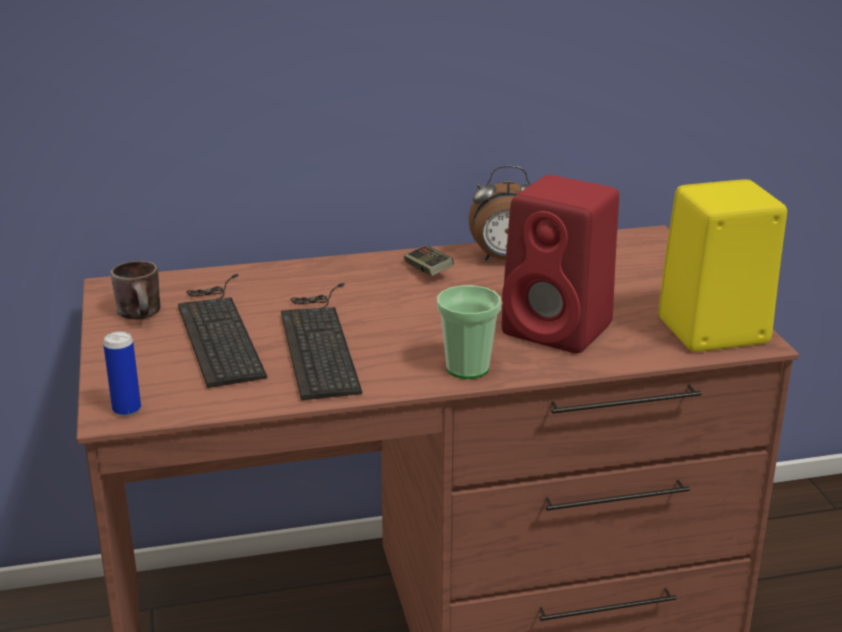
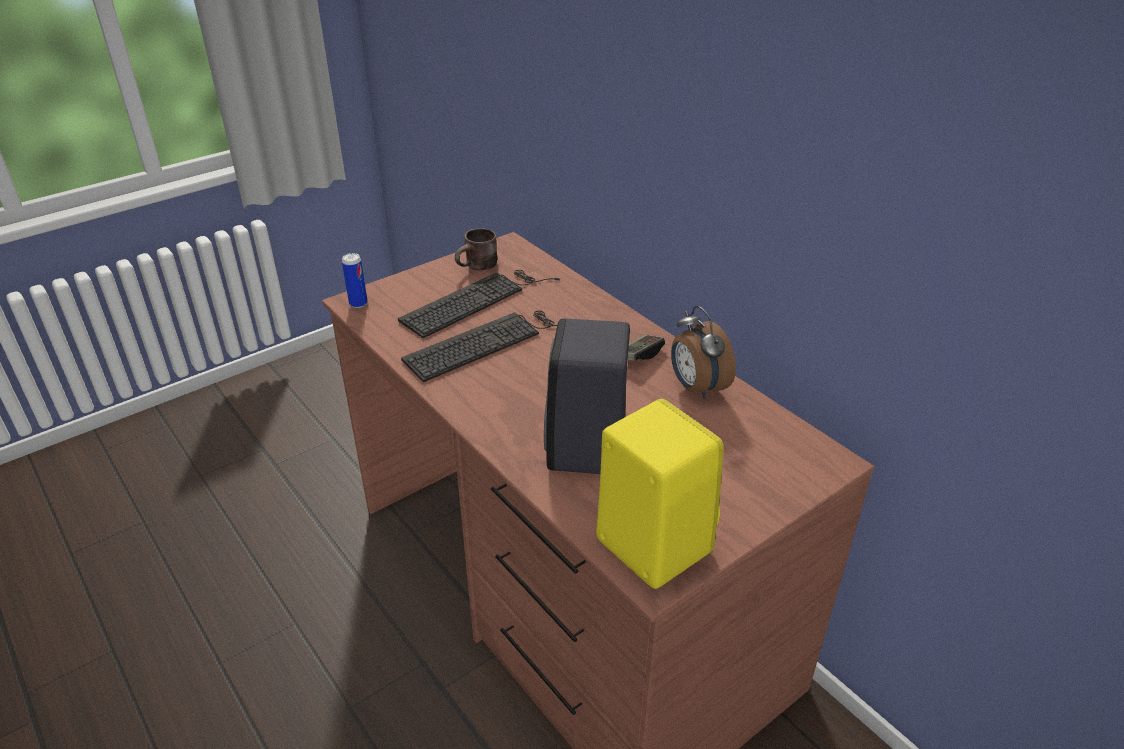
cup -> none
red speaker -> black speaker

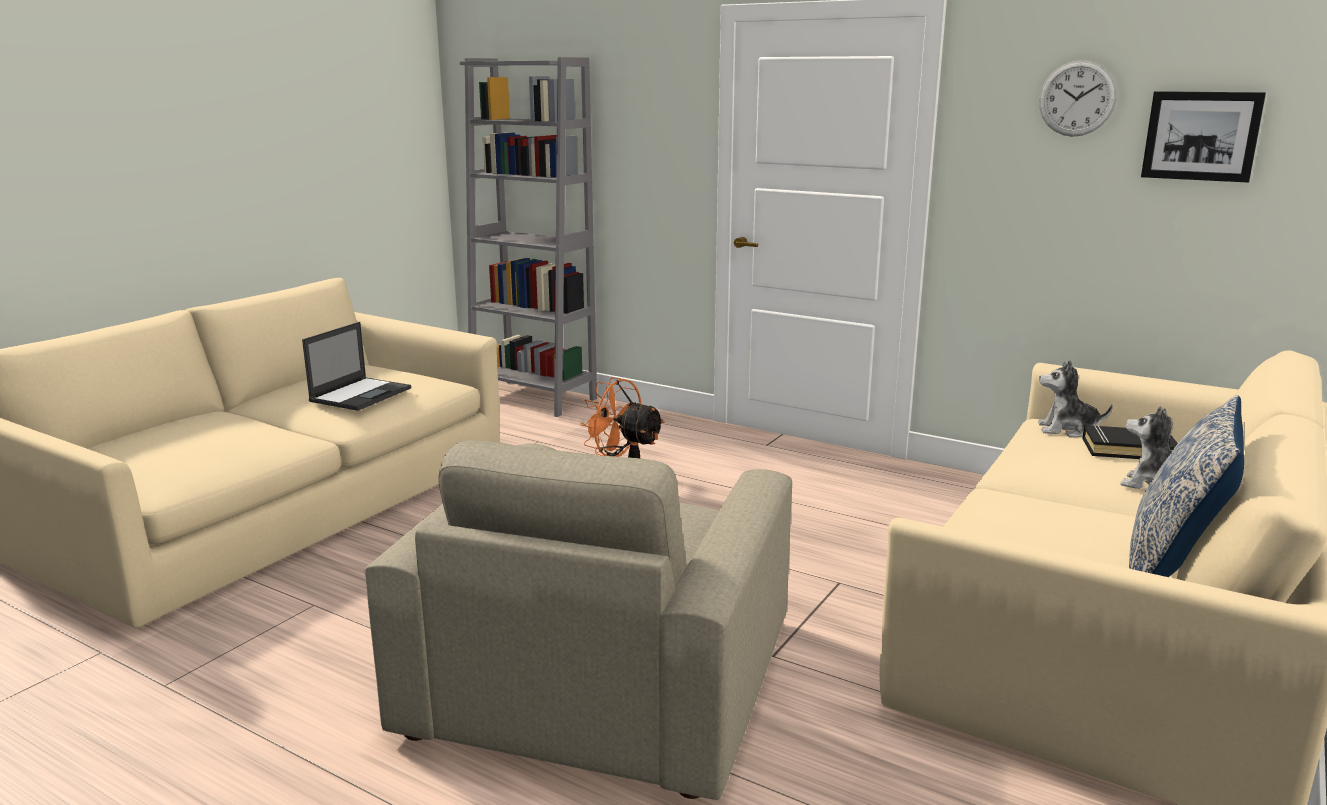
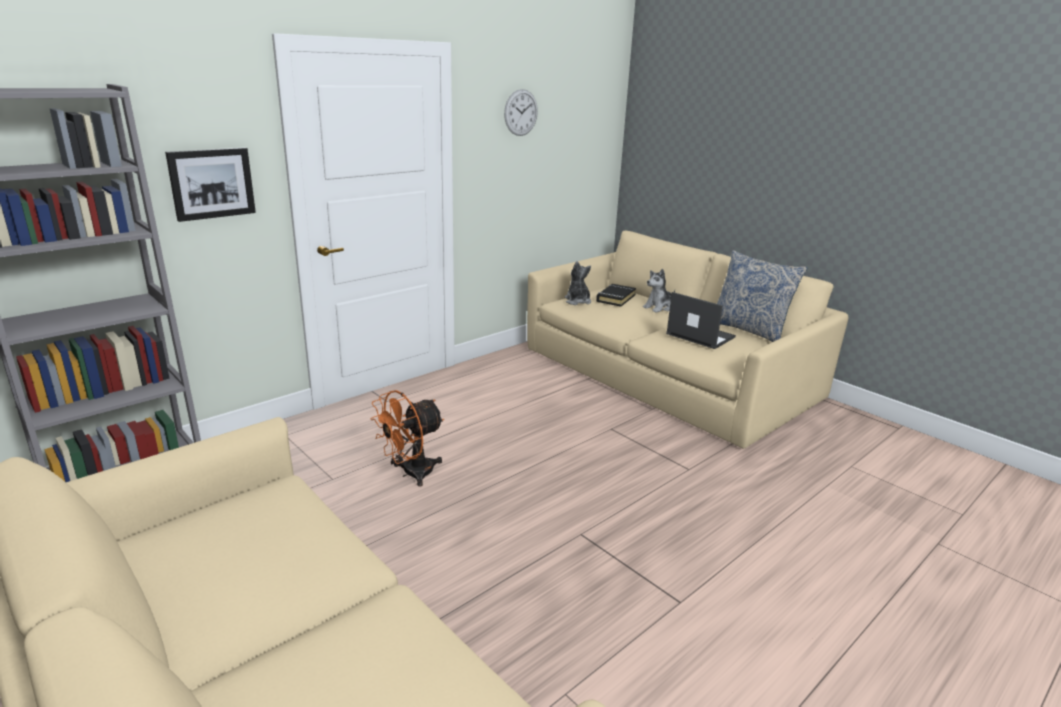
beige armchair -> none
laptop, shifted
picture, shifted
plush toy (no. 1 from left), 135 degrees clockwise

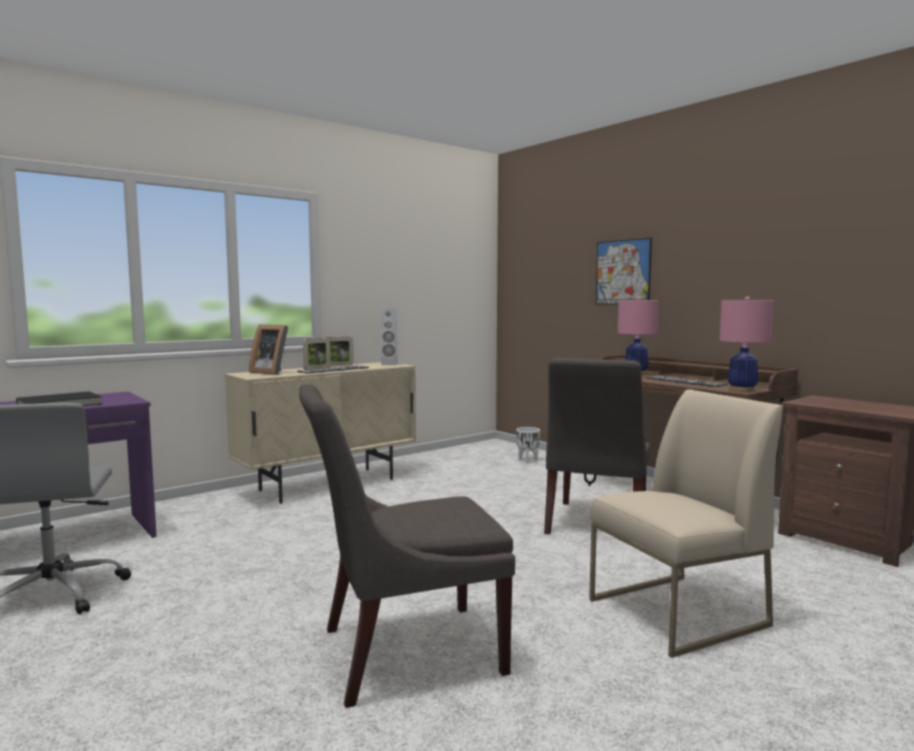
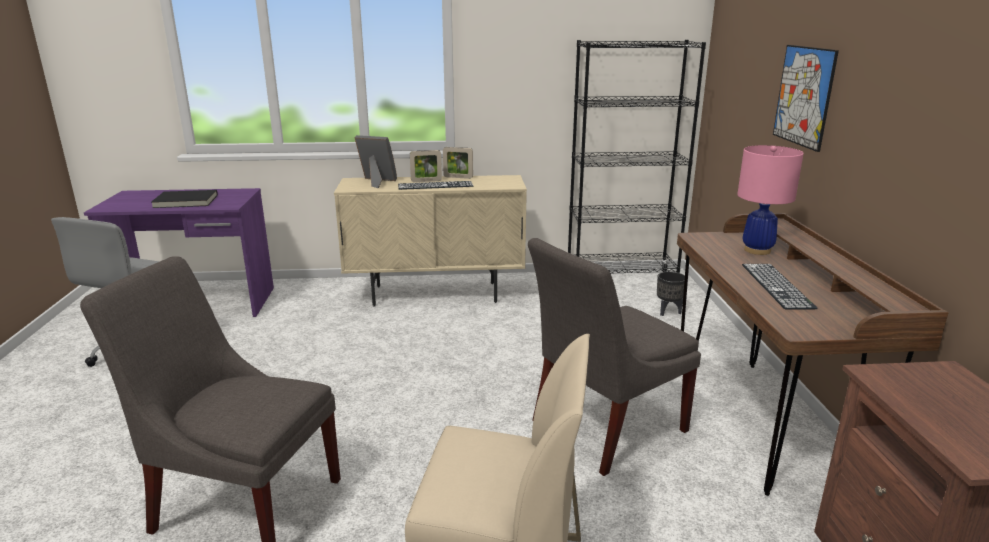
white speaker -> none
pink table lamp (no. 2 from left) -> none
none -> black bookcase
white planter -> black planter
picture frame (no. 1 from left), 135 degrees clockwise

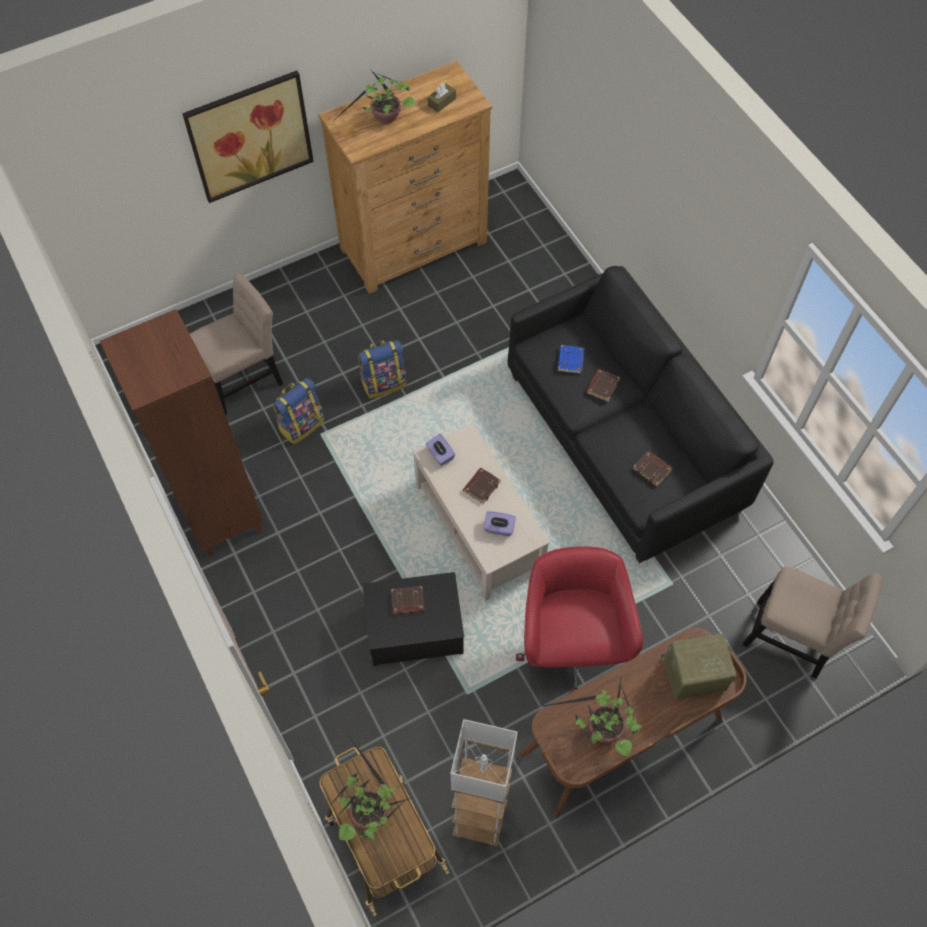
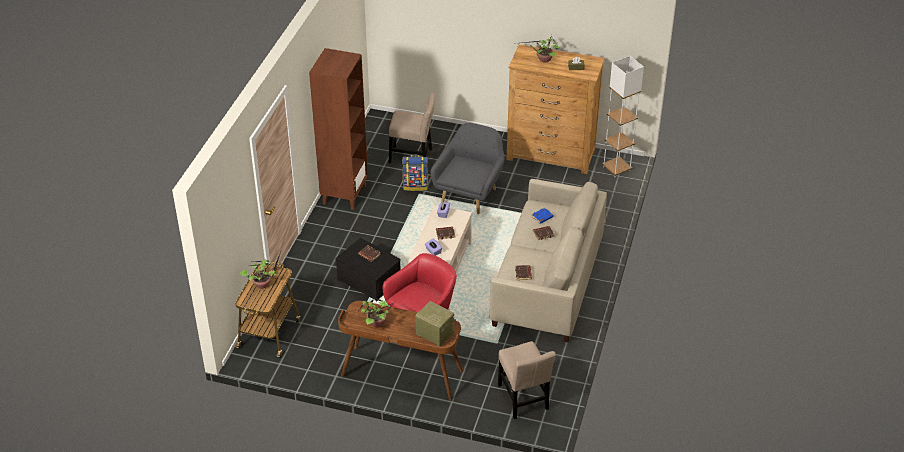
picture -> none
white floor lamp, shifted
backpack (no. 2 from left) -> grey armchair
black sofa -> beige sofa

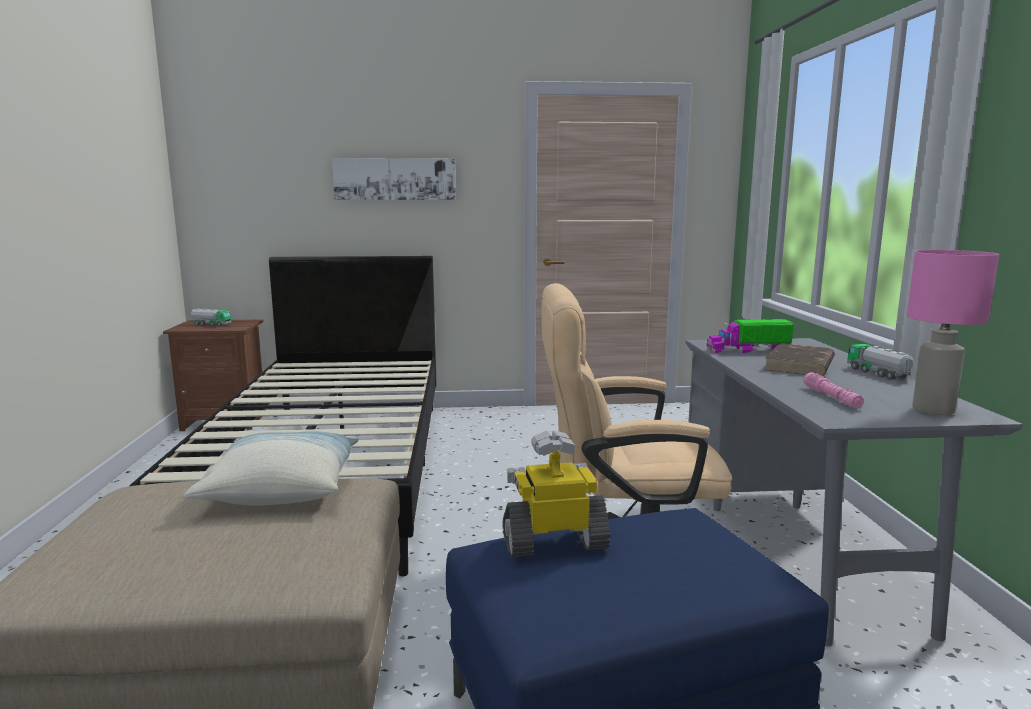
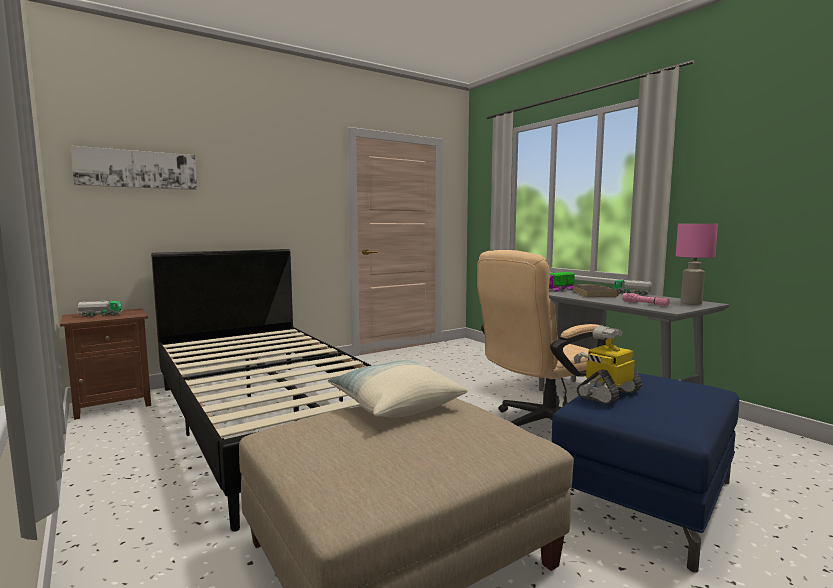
picture, shifted

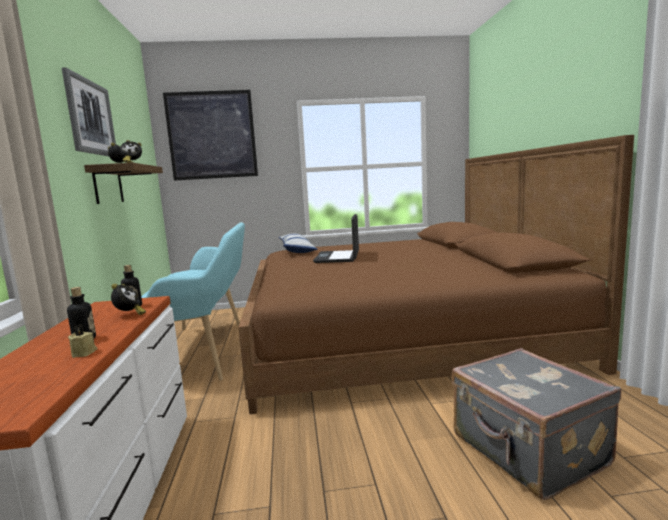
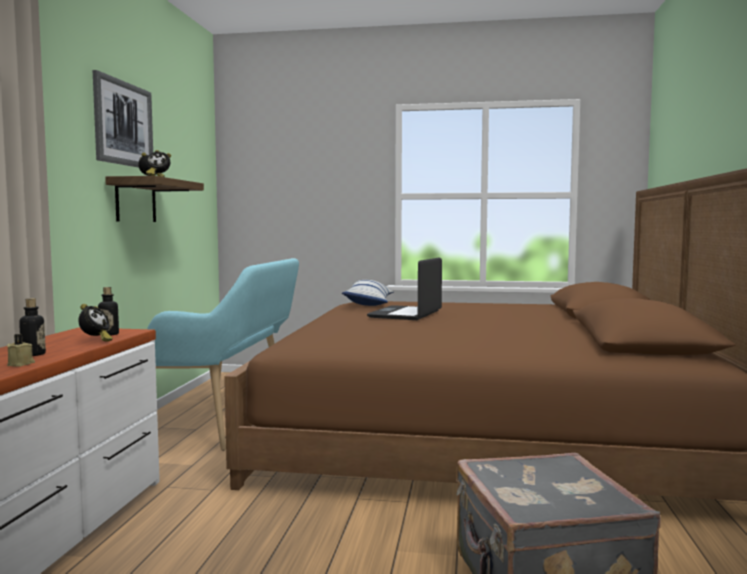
picture (no. 2 from left) -> none

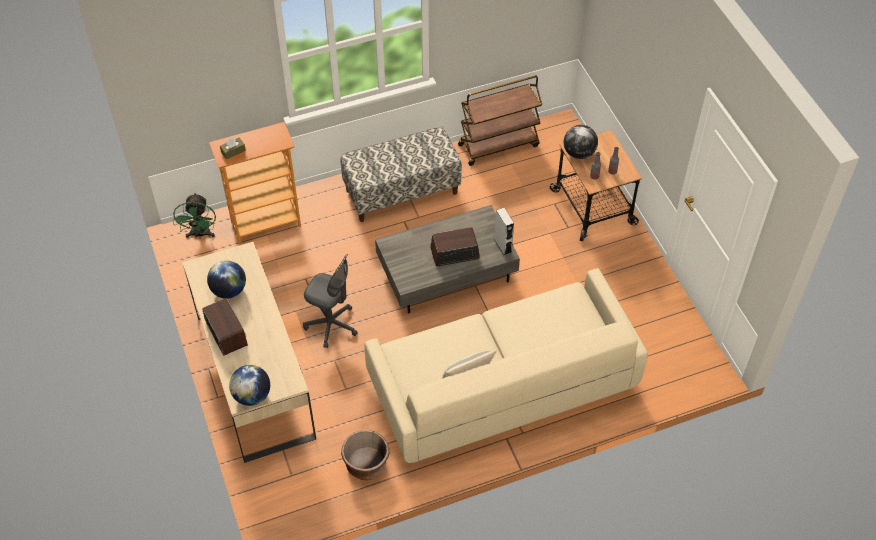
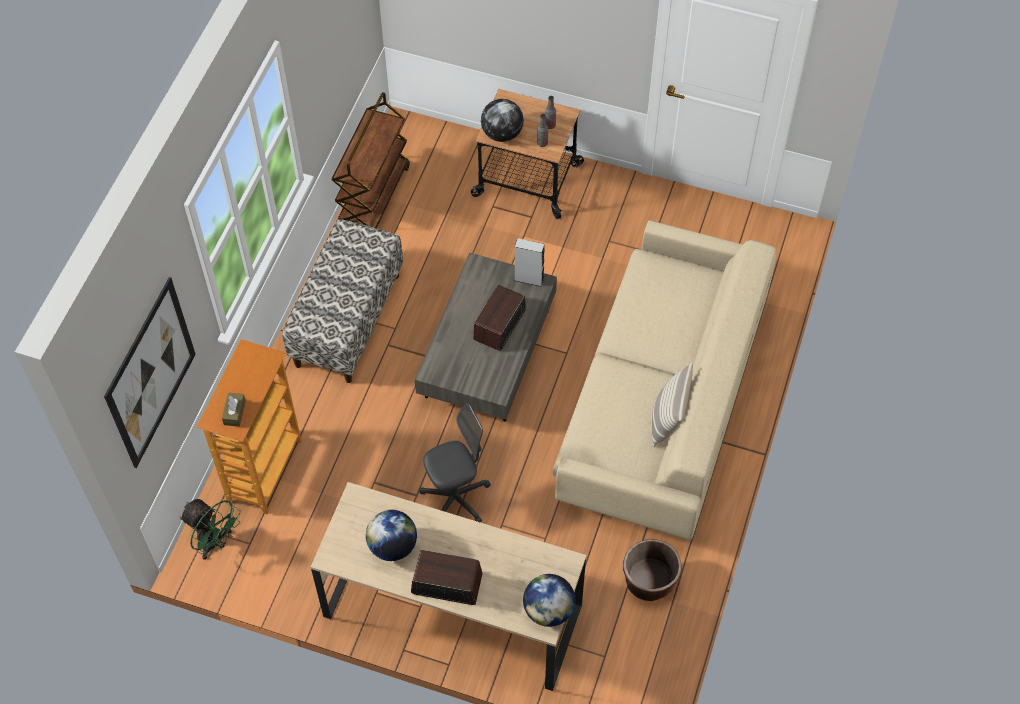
none -> picture

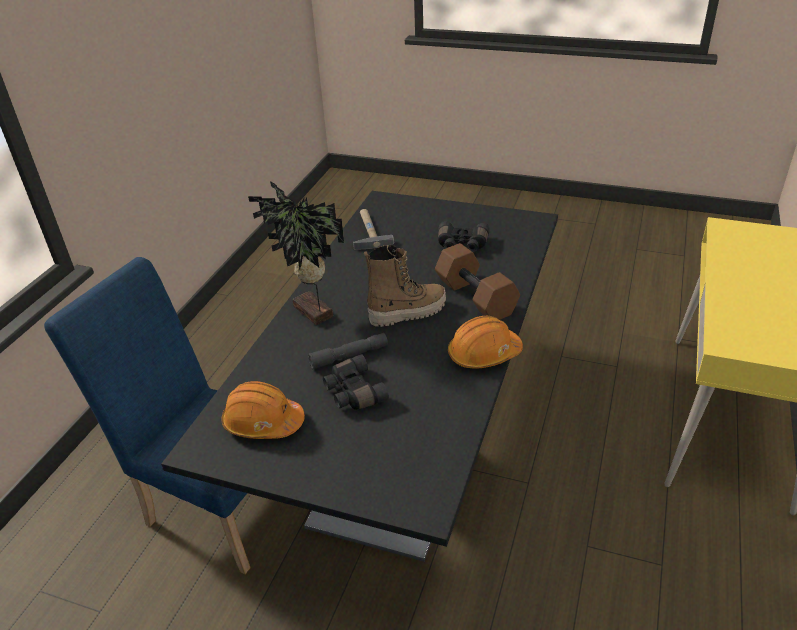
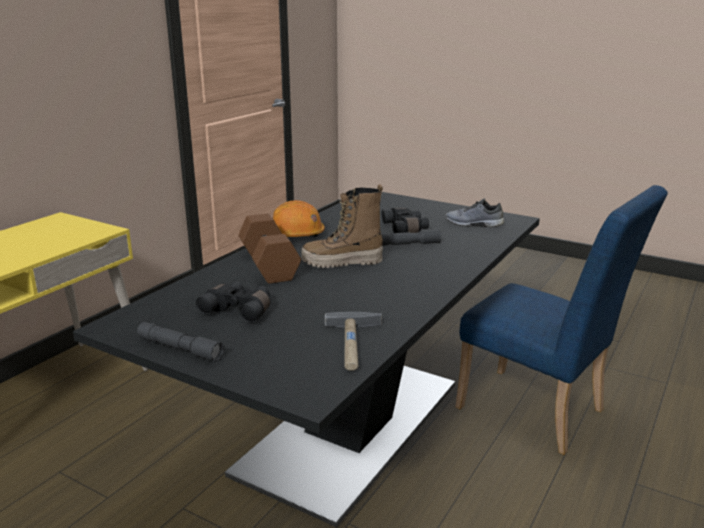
potted plant -> none
none -> grey flashlight (no. 1 from left)
orange hard hat (no. 1 from left) -> grey shoe

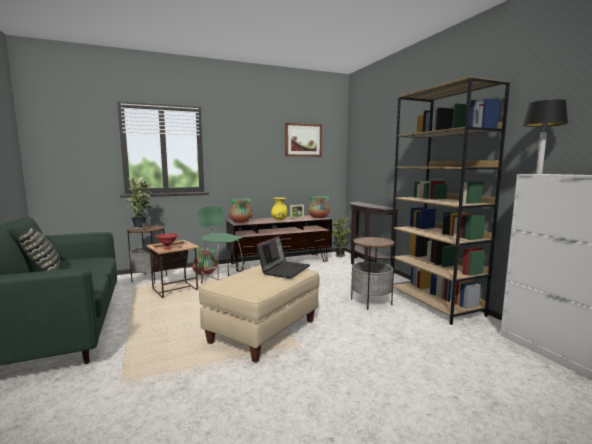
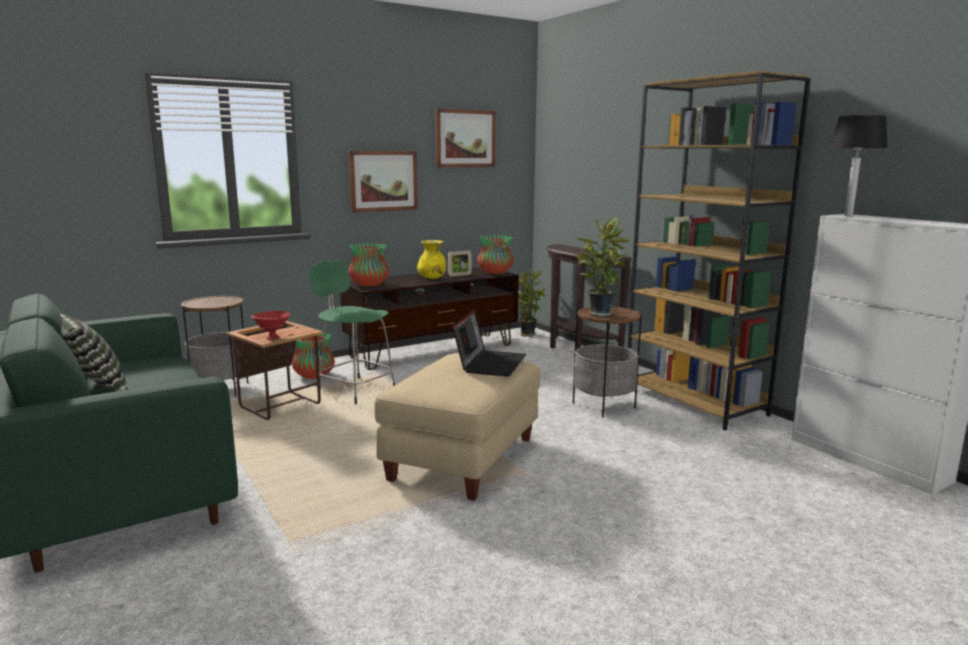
none -> picture (no. 1 from left)
potted plant (no. 1 from left in the first image) -> potted plant (no. 2 from left), shifted

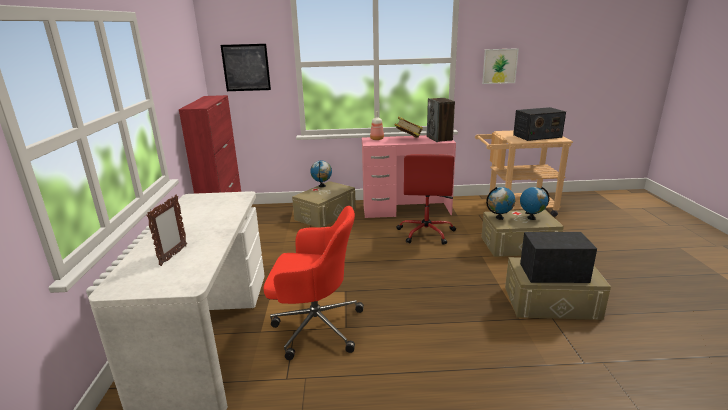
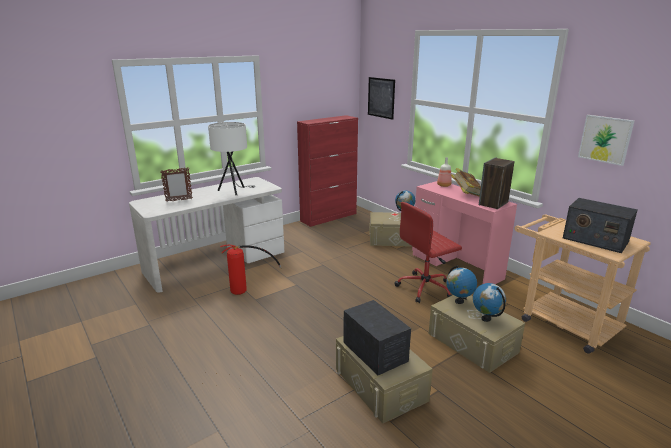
none -> white table lamp
red office chair (no. 1 from left) -> fire extinguisher

